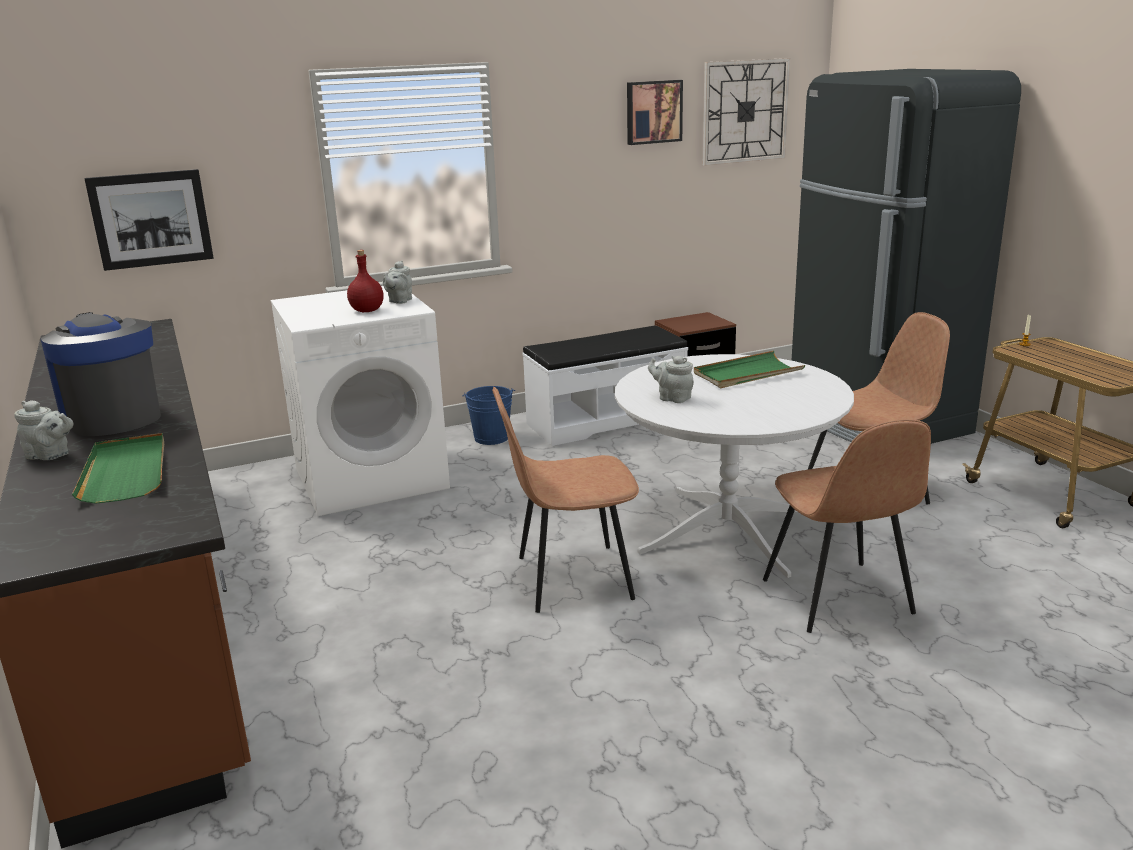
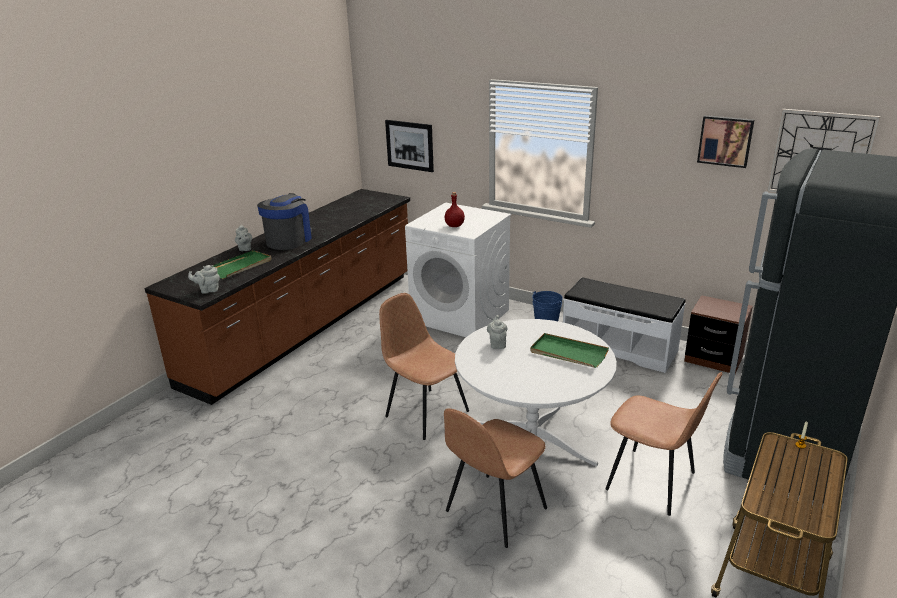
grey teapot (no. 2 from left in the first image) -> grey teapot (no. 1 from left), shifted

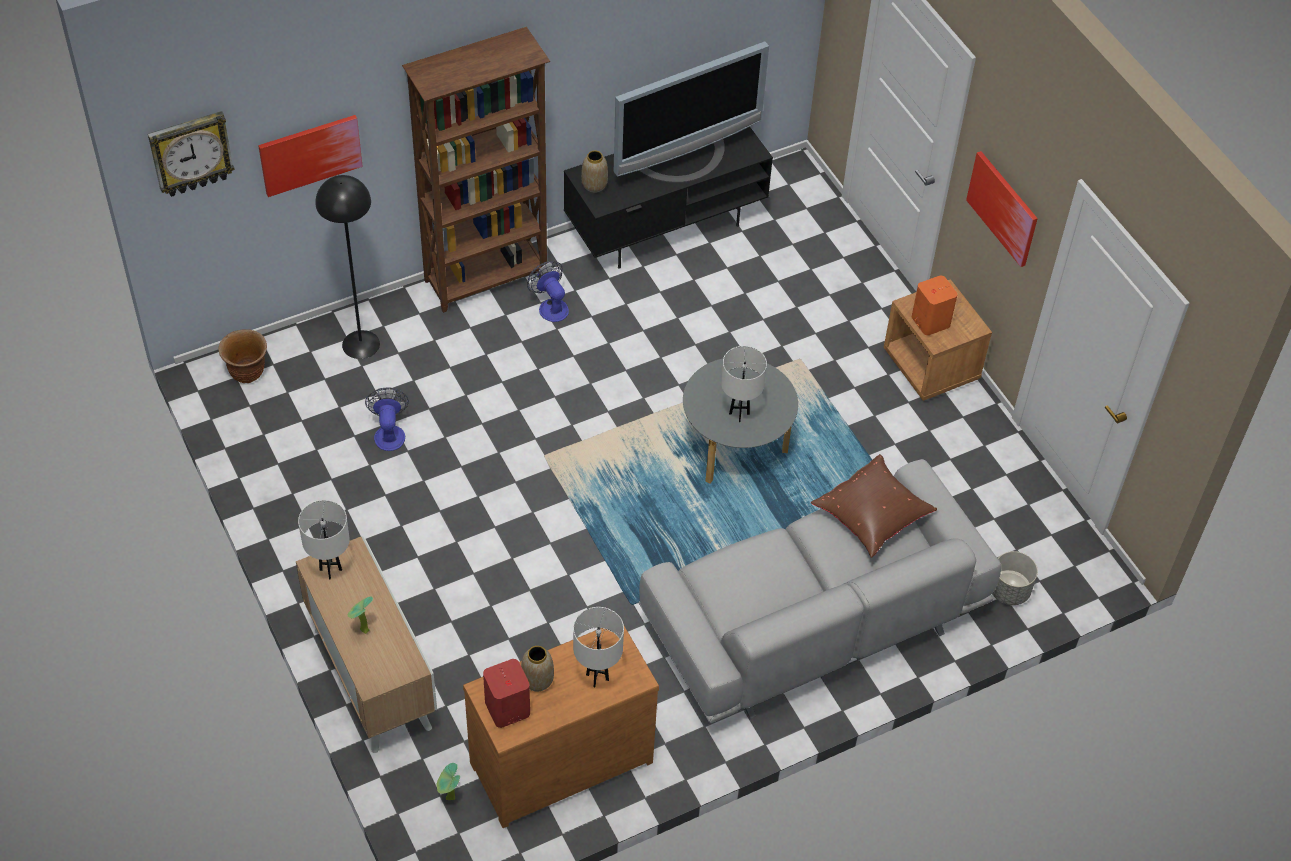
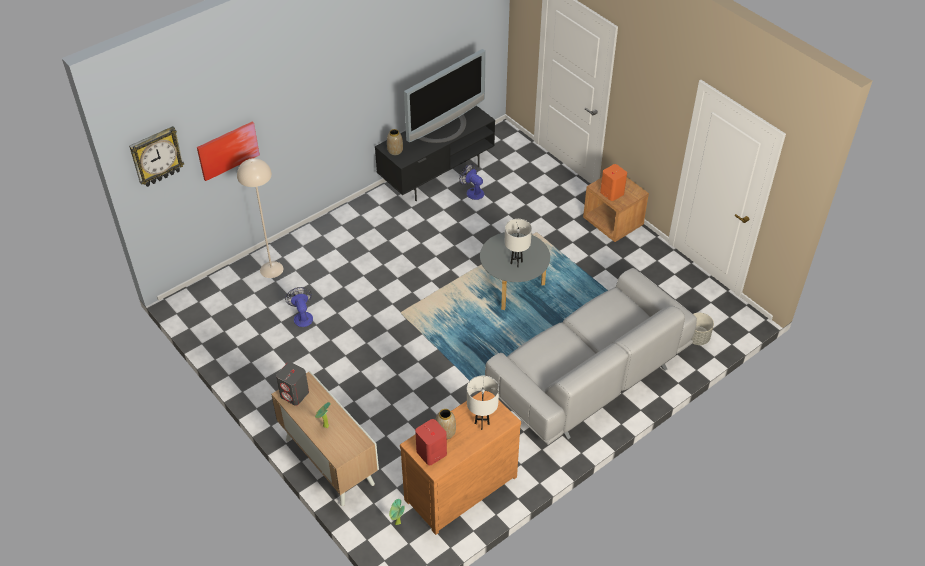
brown planter -> none
brown bookcase -> none
brown pillow -> none
picture (no. 2 from left) -> none
fan (no. 2 from left), shifted
white table lamp (no. 1 from left) -> grey speaker
black floor lamp -> beige floor lamp

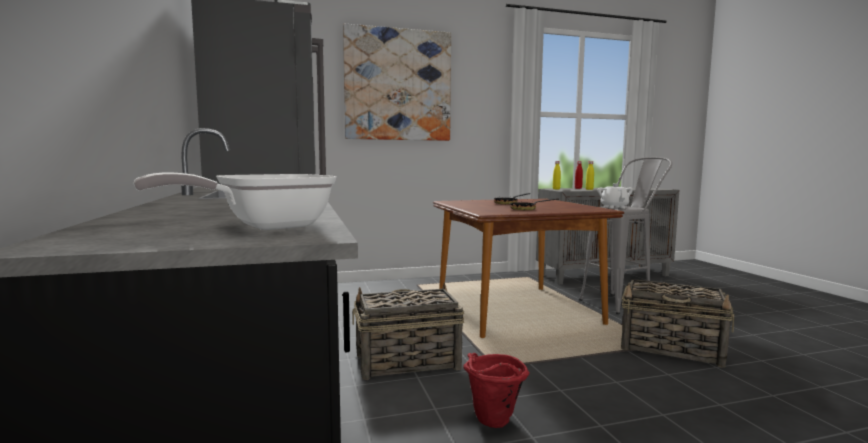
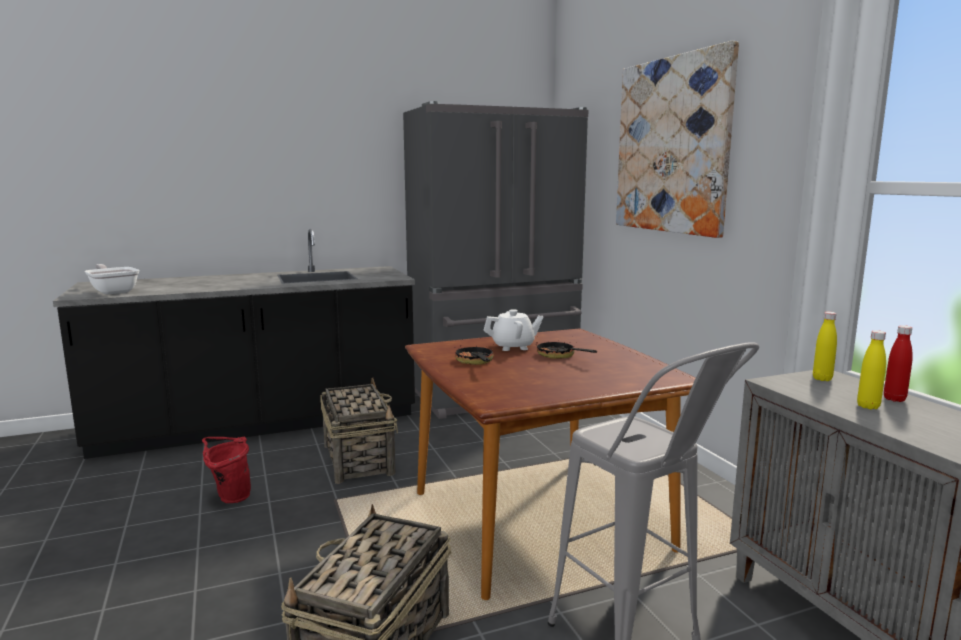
white teapot, shifted

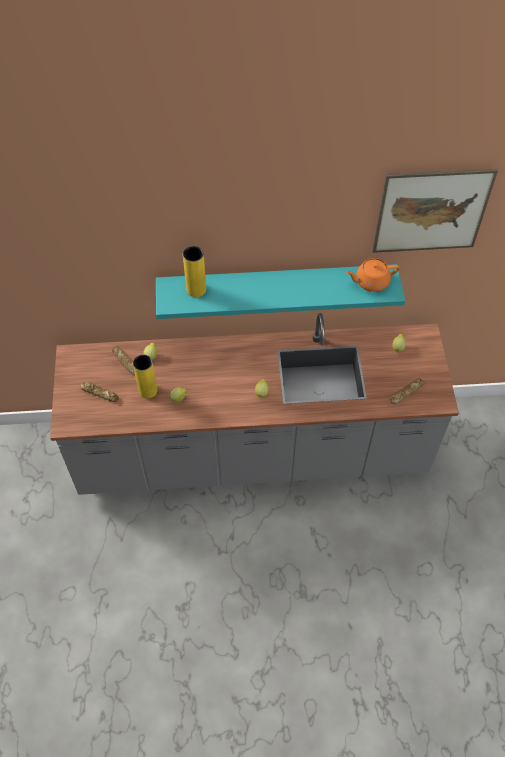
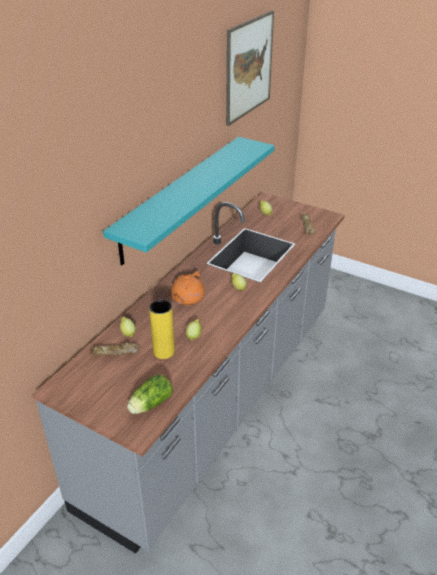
bread (no. 1 from left) -> none
yellow vase (no. 2 from left) -> none
none -> lettuce
orange teapot, shifted

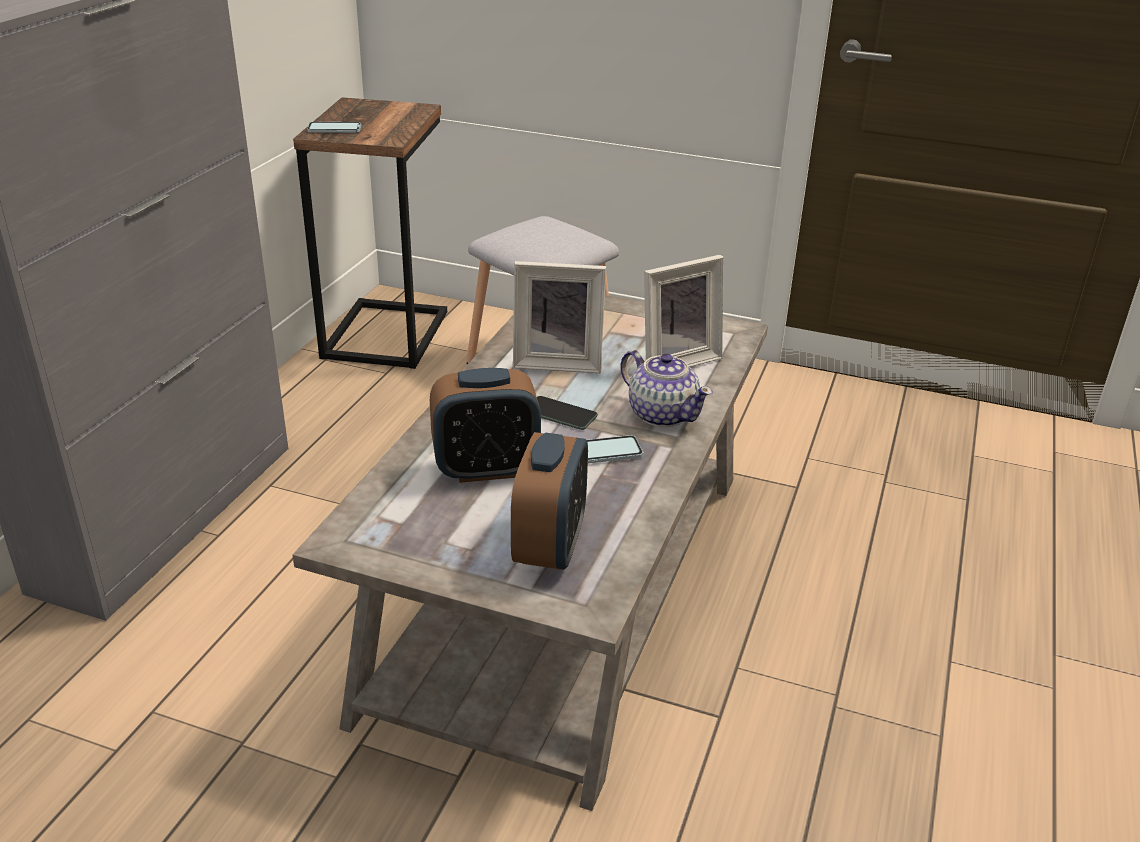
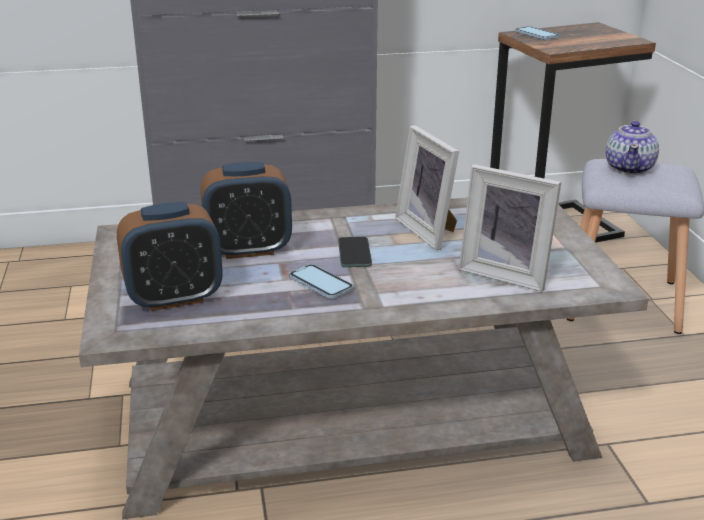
teapot, shifted
alarm clock (no. 1 from left in the first image) -> alarm clock (no. 2 from left), 60 degrees counterclockwise

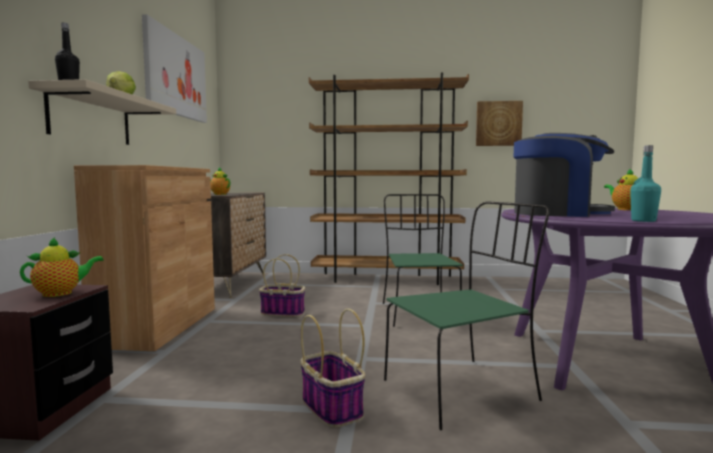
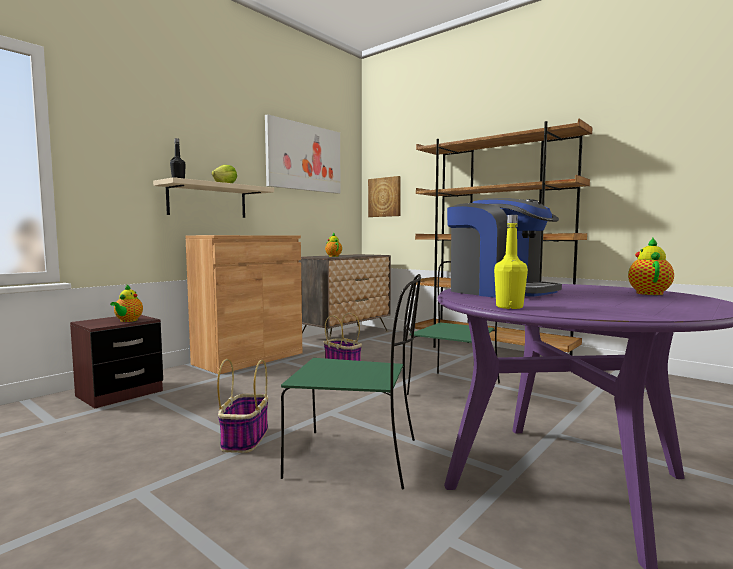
picture (no. 2 from left), shifted
turquoise bottle -> yellow bottle
teapot (no. 1 from left), 90 degrees clockwise

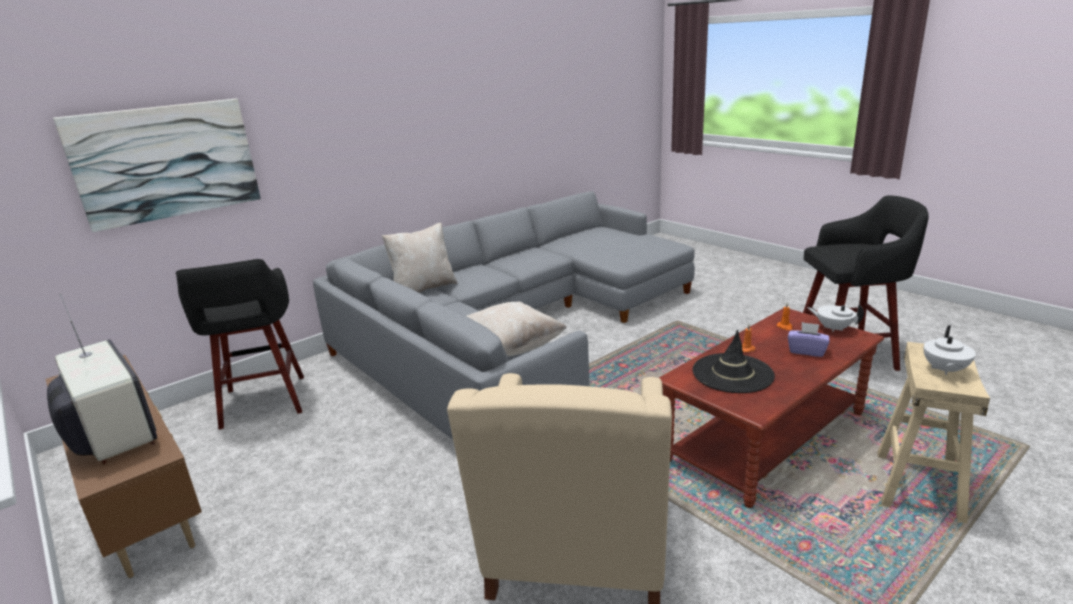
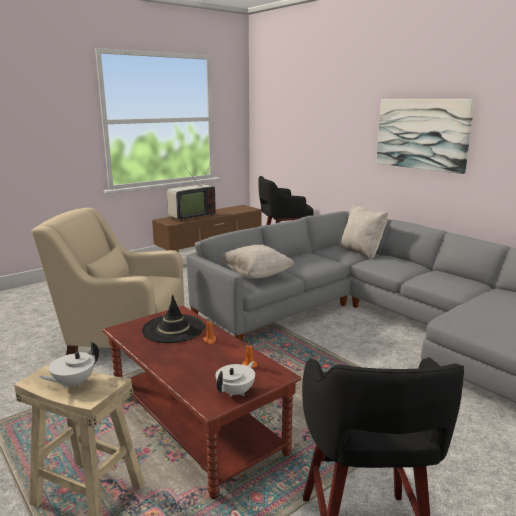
purple tissue box -> none
picture, shifted
white teapot (no. 2 from left in the first image) -> white teapot (no. 1 from left), 75 degrees counterclockwise

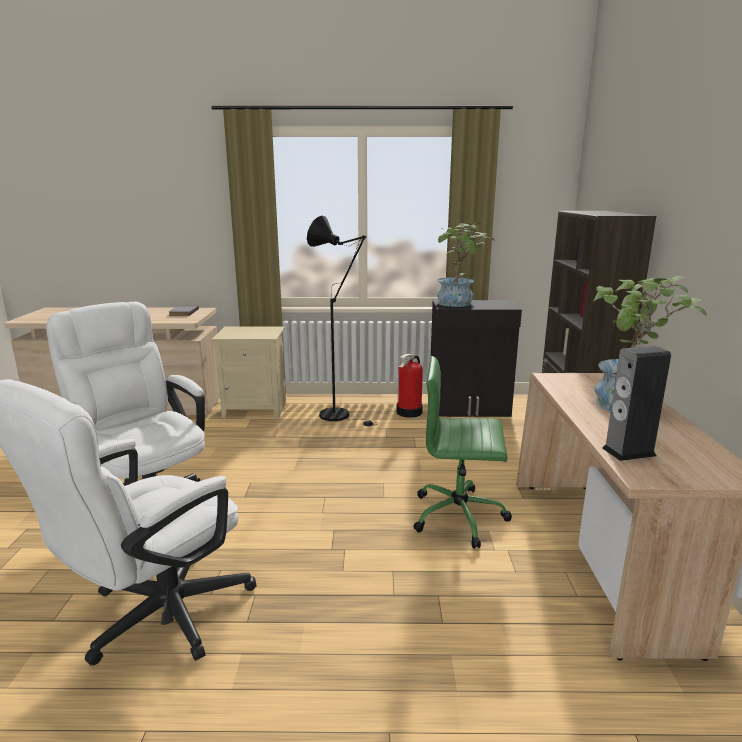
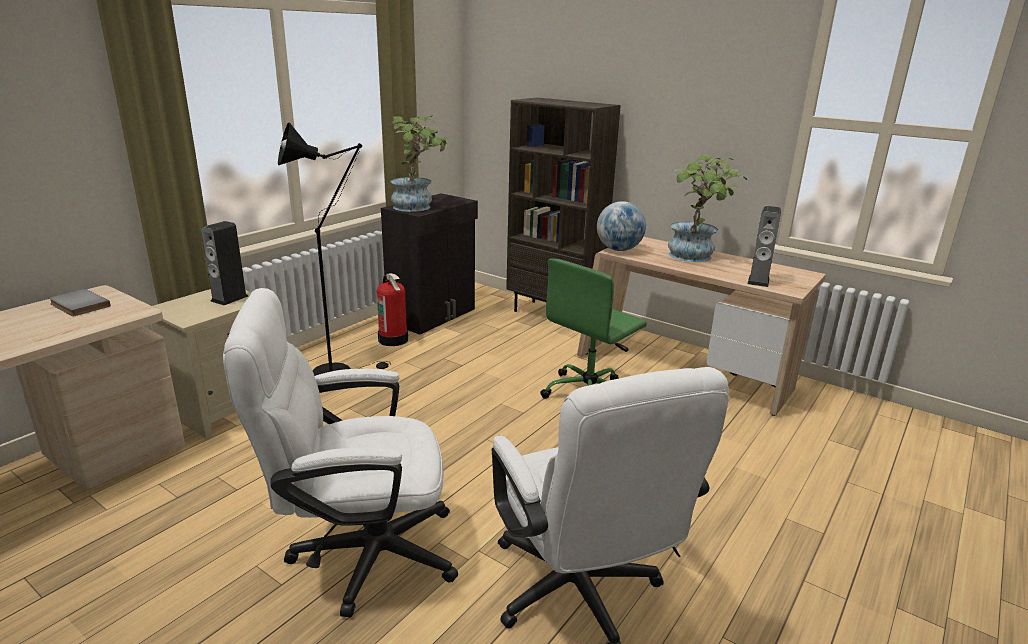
none -> speaker (no. 1 from left)
none -> globe

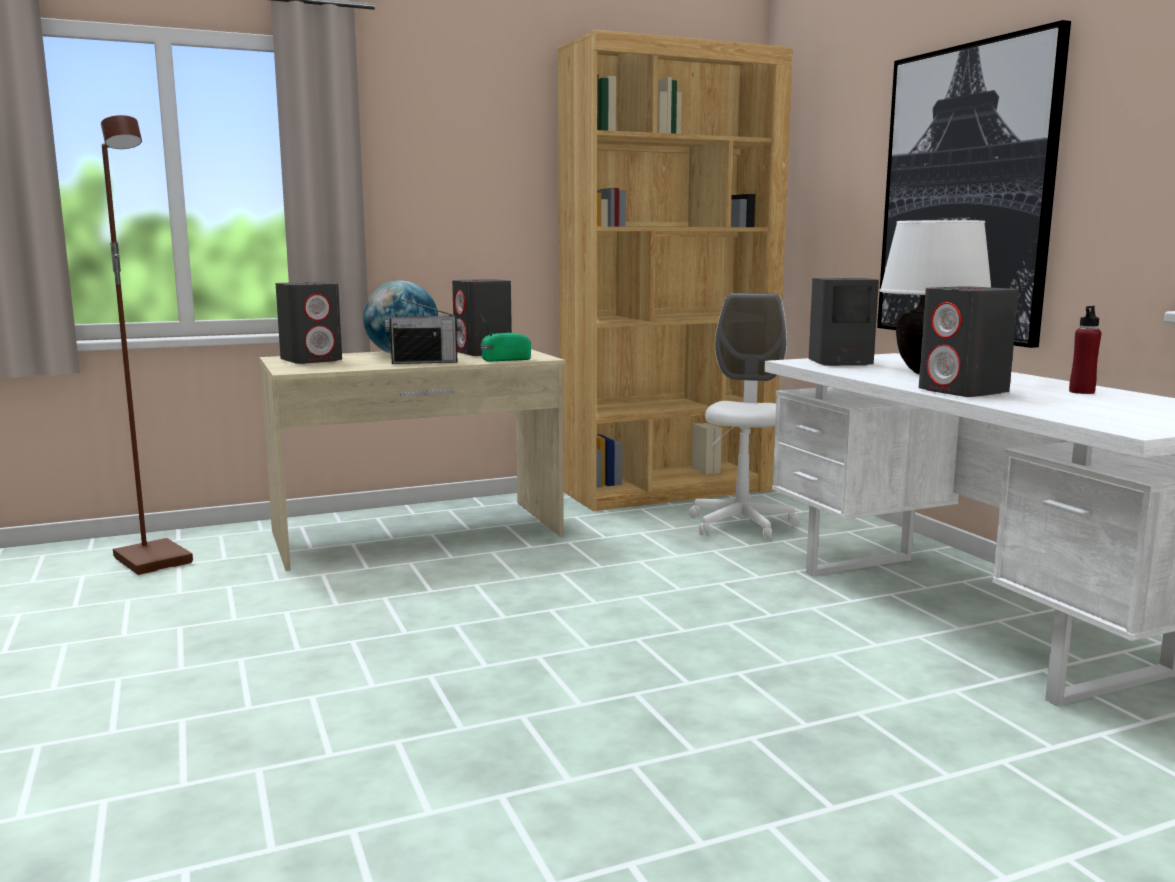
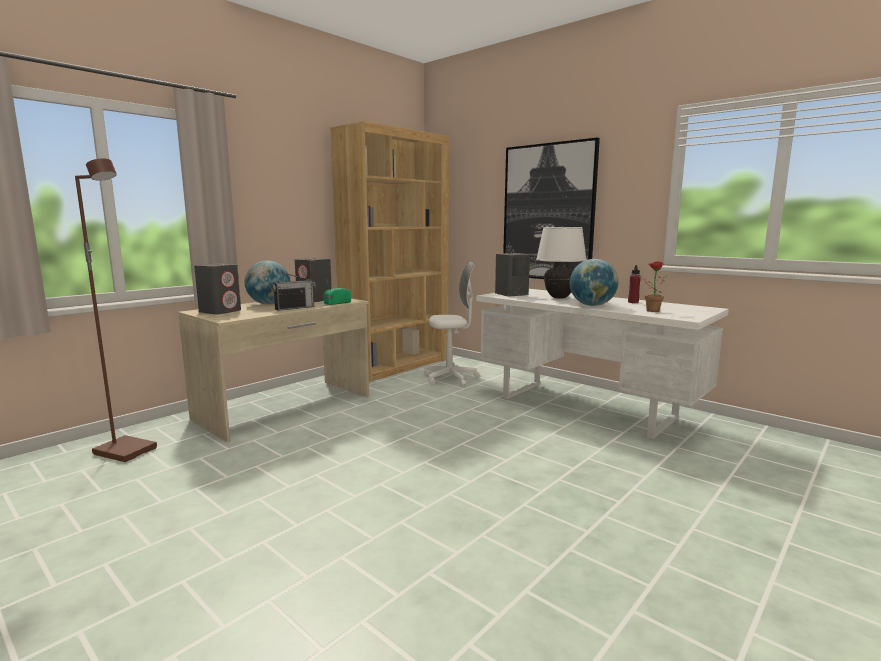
none -> potted plant
grey speaker (no. 4 from left) -> globe (no. 2 from left)
white office chair, 90 degrees clockwise

